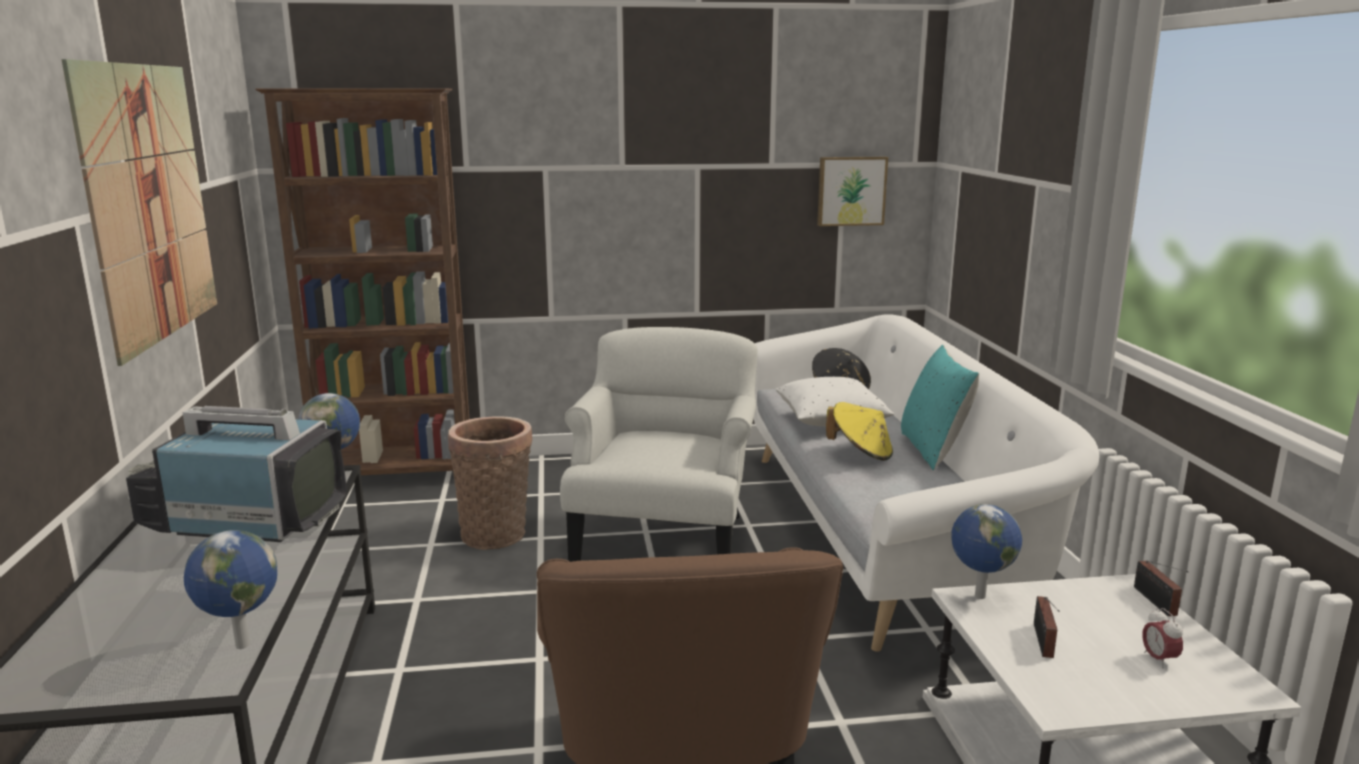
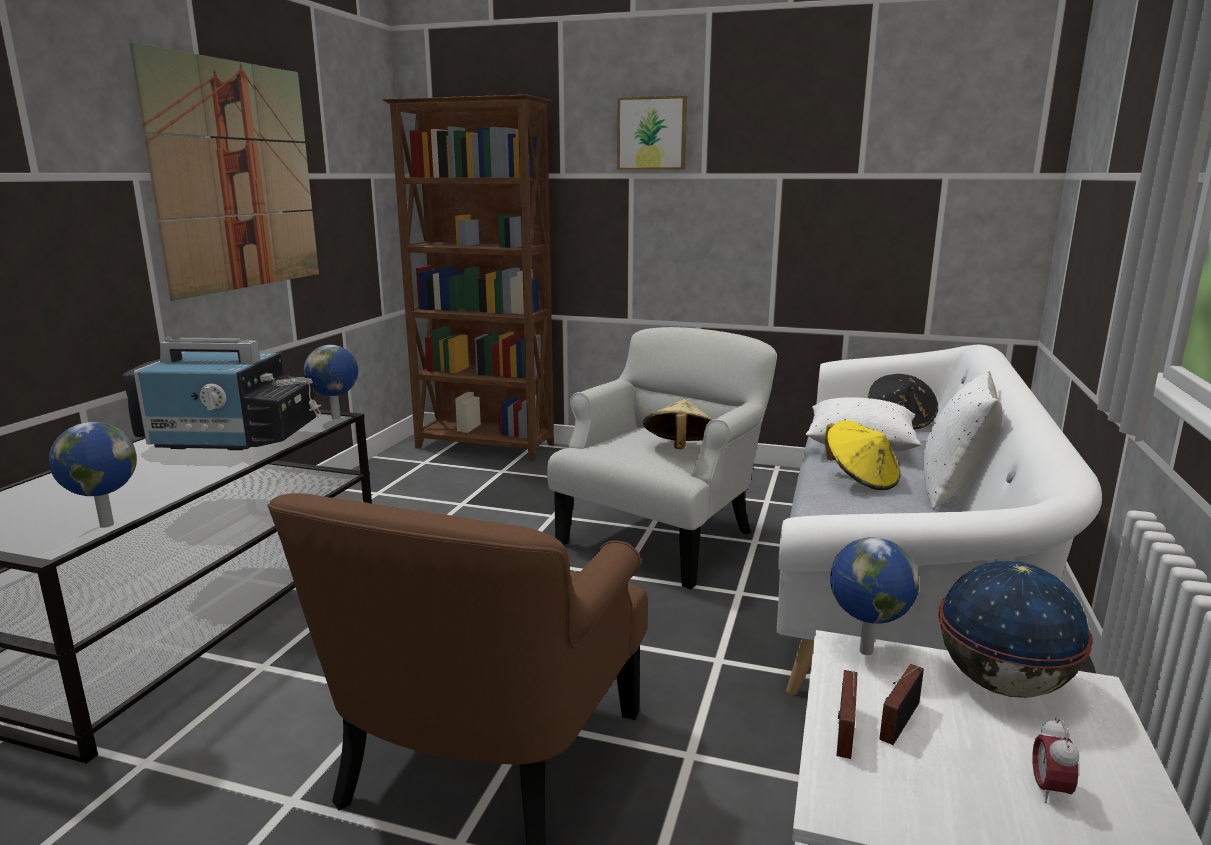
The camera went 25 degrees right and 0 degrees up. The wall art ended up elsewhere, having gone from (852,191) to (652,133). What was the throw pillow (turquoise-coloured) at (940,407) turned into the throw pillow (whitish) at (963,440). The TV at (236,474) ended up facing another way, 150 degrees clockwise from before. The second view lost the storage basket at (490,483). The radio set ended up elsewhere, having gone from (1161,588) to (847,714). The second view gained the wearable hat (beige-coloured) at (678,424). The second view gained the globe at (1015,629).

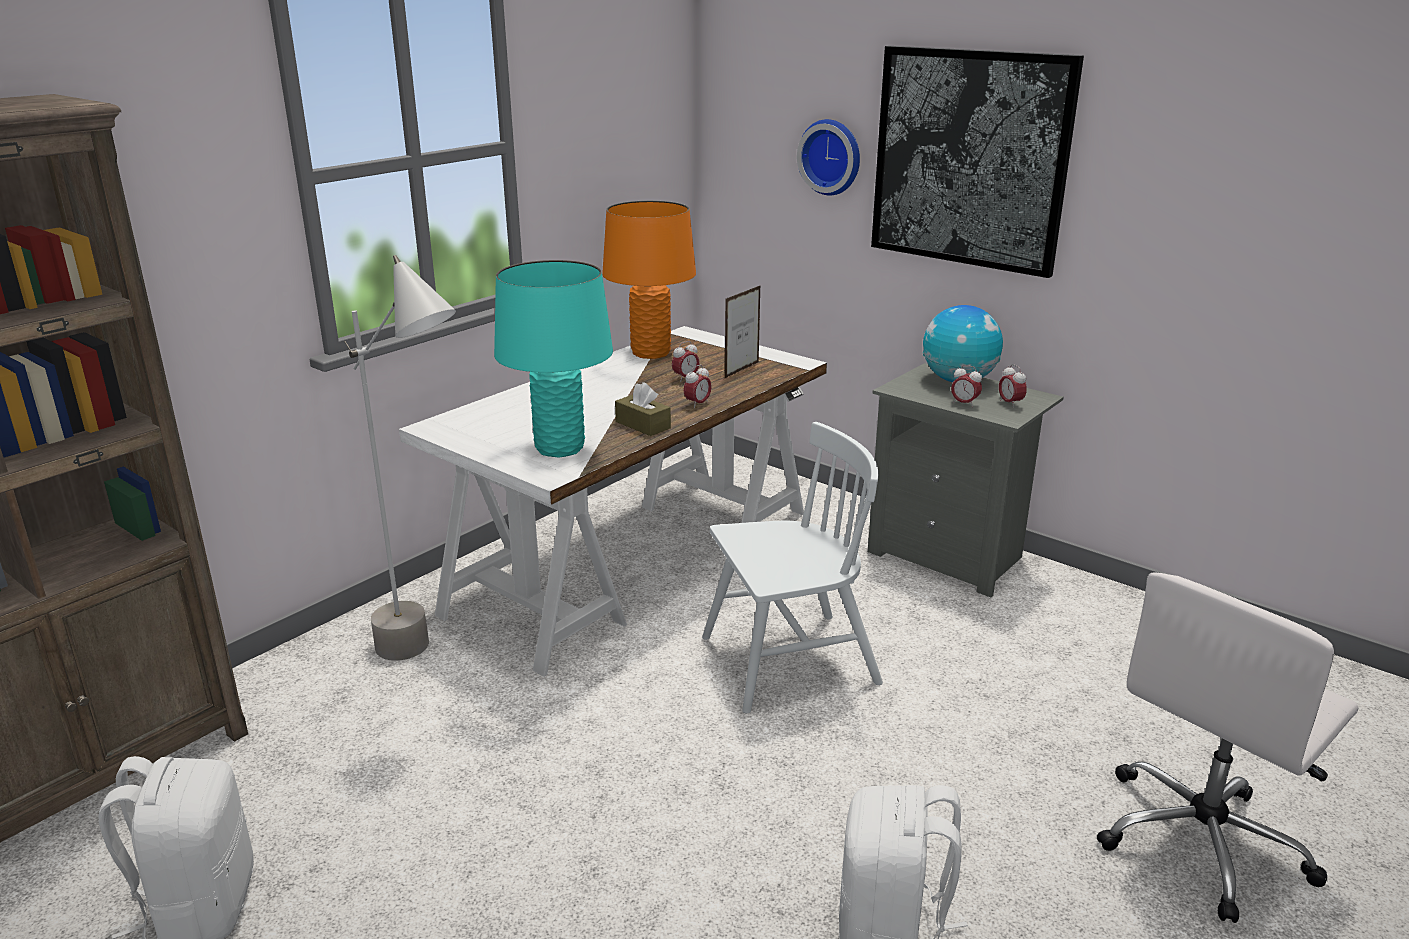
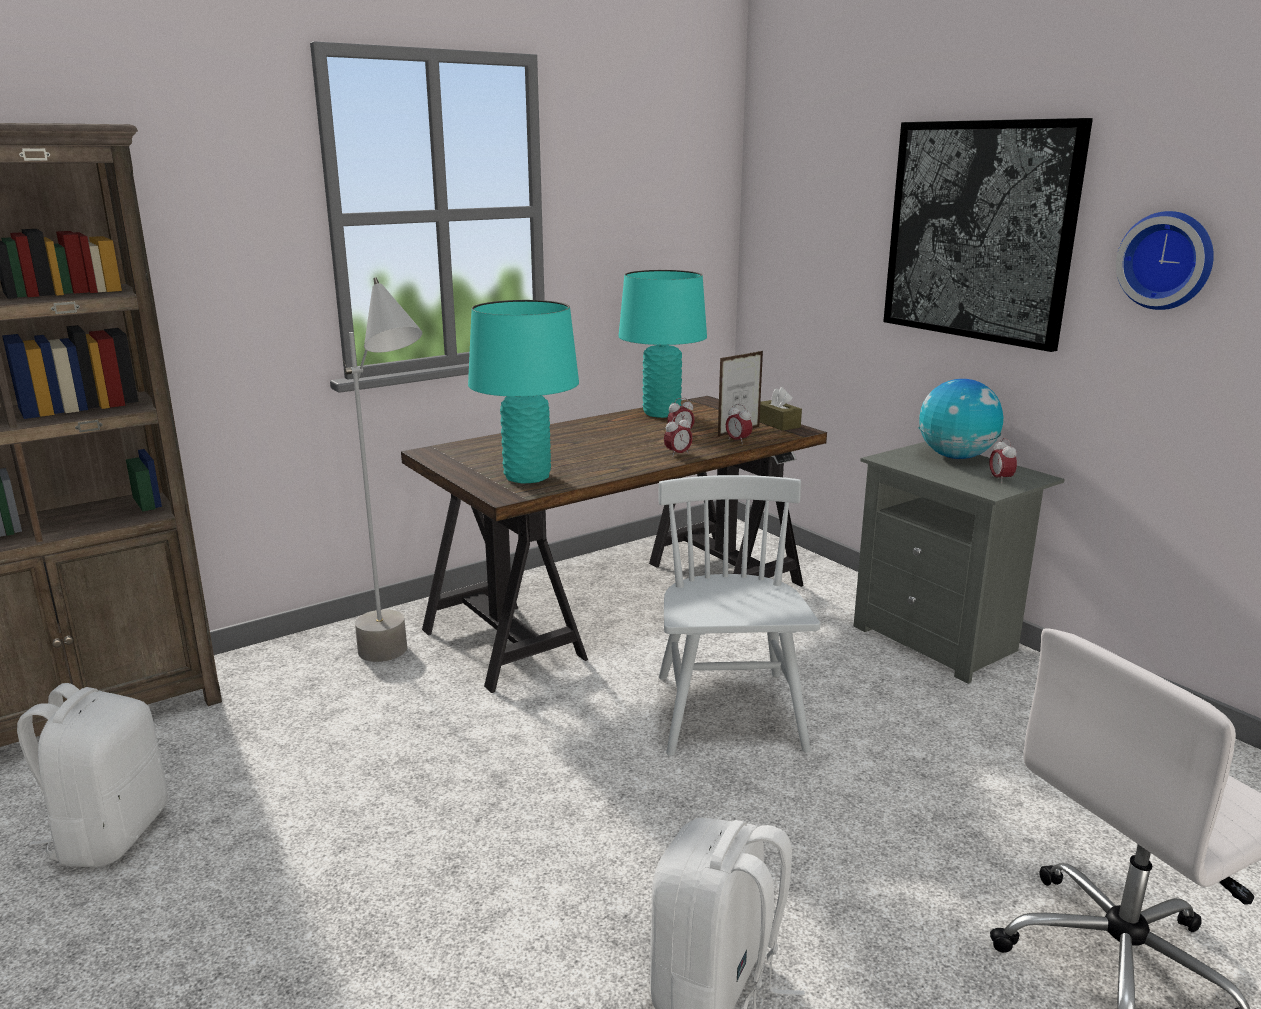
The camera went 15 degrees right and 5 degrees down. The hanging clock ended up elsewhere, having gone from (828,157) to (1165,260). What was the table lamp (orange) at (649,280) turned into the table lamp (turquoise-coloured) at (663,344). What was the desk (whitish) at (613,501) turned into the desk (brownish) at (614,544). The table clock ended up elsewhere, having gone from (966,386) to (739,424). The tissue holder (brownish) ended up elsewhere, having gone from (643,409) to (780,409). The upright chair (whitish) at (792,567) ended up facing another way, 90 degrees counterclockwise from before.

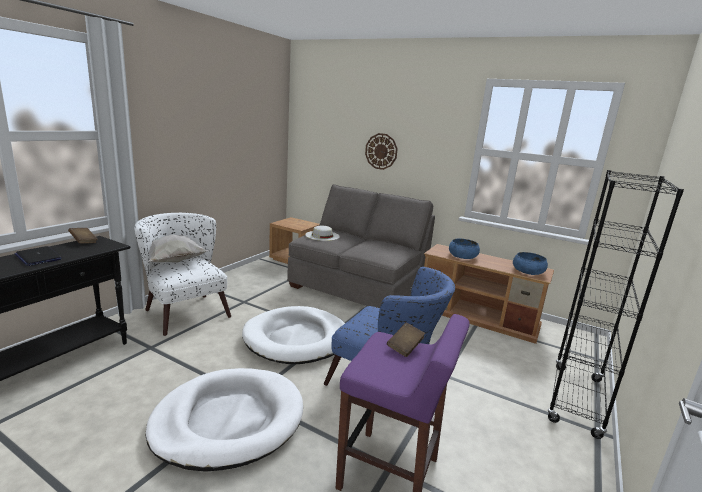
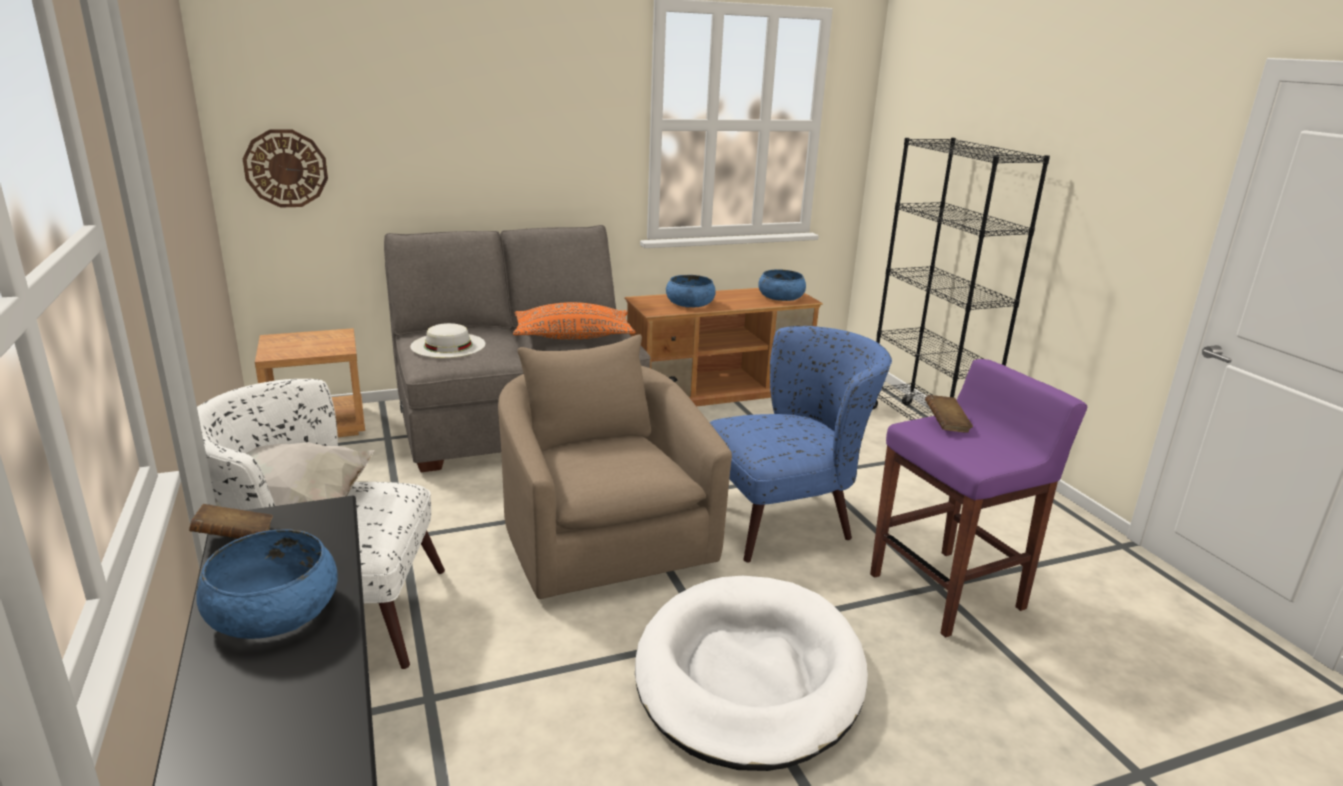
The camera went 50 degrees left and 5 degrees up. The hanging clock ended up elsewhere, having gone from (381,151) to (285,168). Where the laptop stood at (38,256), the serving bowl (blue-coloured) came to stand at (267,584). Where the pet bed (whitish) stood at (293,335), the easy chair (beige-coloured) came to stand at (615,466). The second view gained the throw pillow (orange) at (574,320).

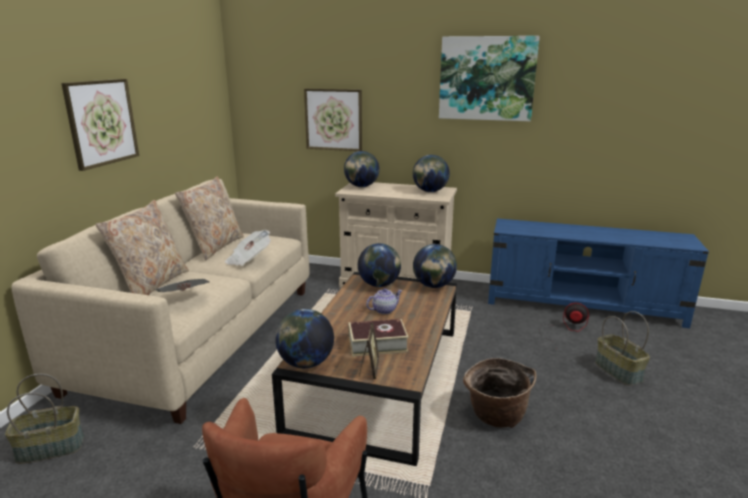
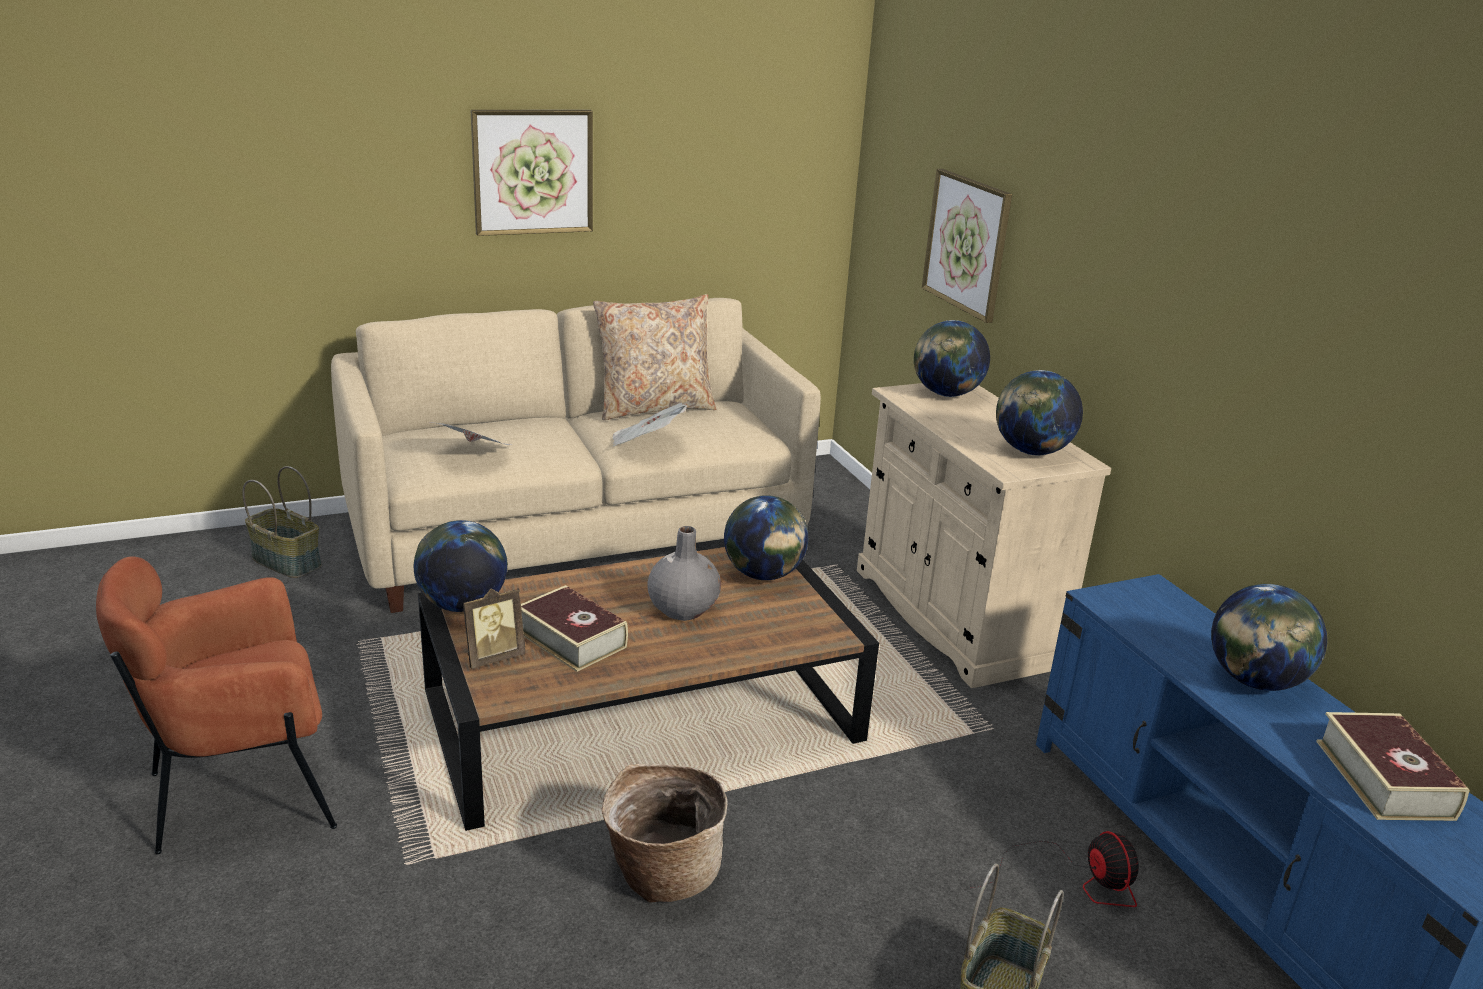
The camera went 50 degrees right and 5 degrees up. The second view lost the wall art at (489,78). The second view lost the throw pillow (beige-coloured) at (142,247). The globe ended up elsewhere, having gone from (435,266) to (1269,637). Where the tea pot stood at (384,301), the flower vase (gray) came to stand at (684,573). The second view gained the bound book at (1392,766).

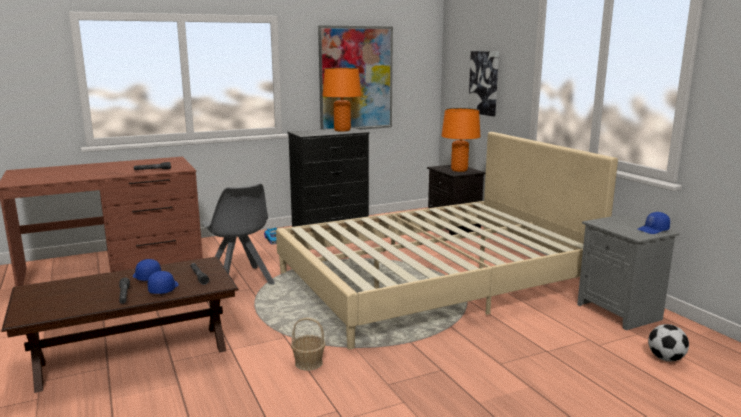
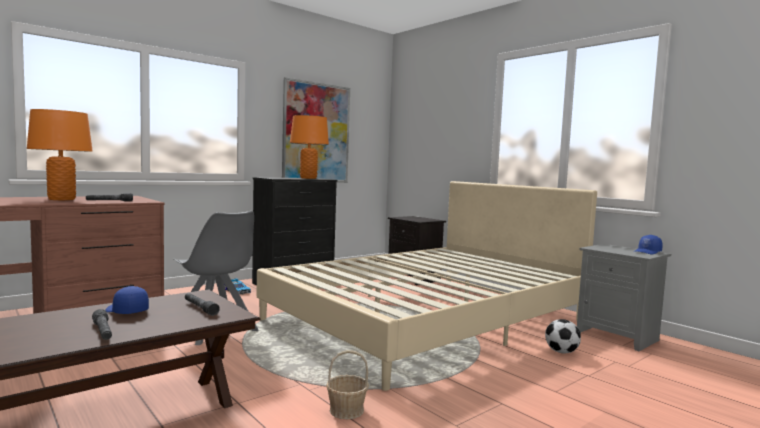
The camera went 15 degrees left and 10 degrees down. The second view lost the wall art at (483,83). The table lamp (orange) ended up elsewhere, having gone from (461,140) to (60,154). The second view lost the baseball cap (blue-coloured) at (163,282). The football ball ended up elsewhere, having gone from (668,342) to (563,336).

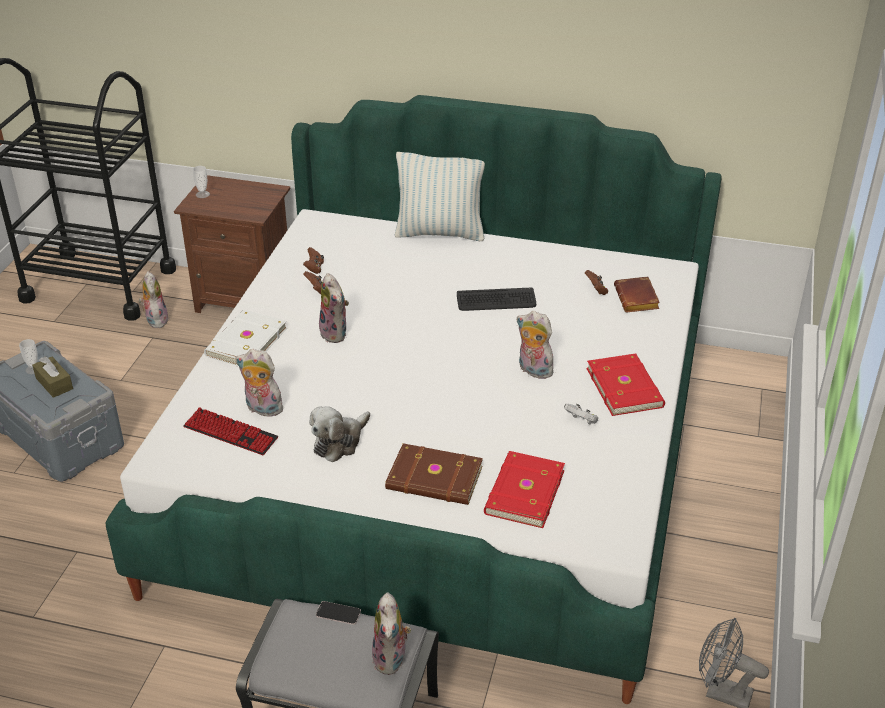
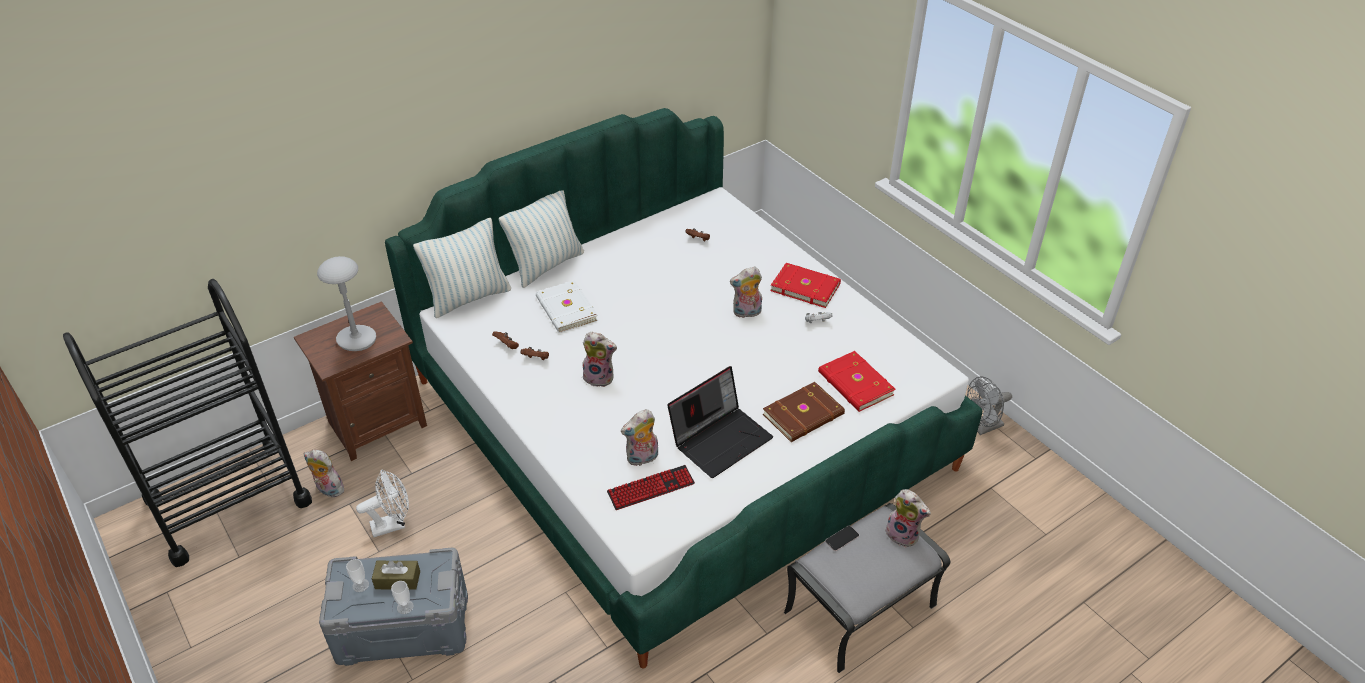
The camera went 50 degrees left and 5 degrees up. The small cup ended up elsewhere, having gone from (201,182) to (402,597). The second view lost the bound book (brownish) at (637,294). The second view lost the keyboard at (496,299). The bound book (whitish) ended up elsewhere, having gone from (245,337) to (567,306). Where the plush toy stood at (339,434), the laptop came to stand at (720,422). The second view gained the throw pillow at (462,268). The second view gained the table lamp (gray) at (346,303). The second view gained the electric fan (whitish) at (382,503).

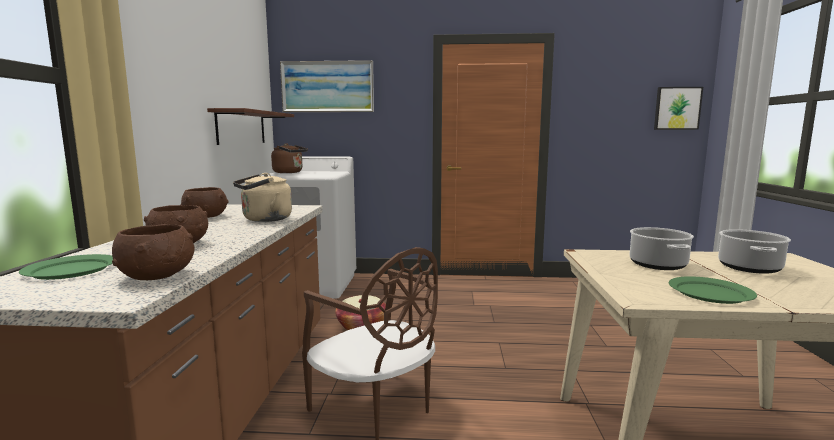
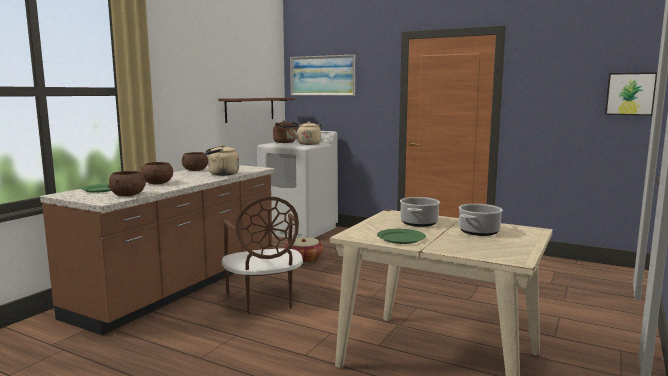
The camera went 25 degrees right and 0 degrees up. The second view gained the tea kettle (beige-coloured) at (307,133).

